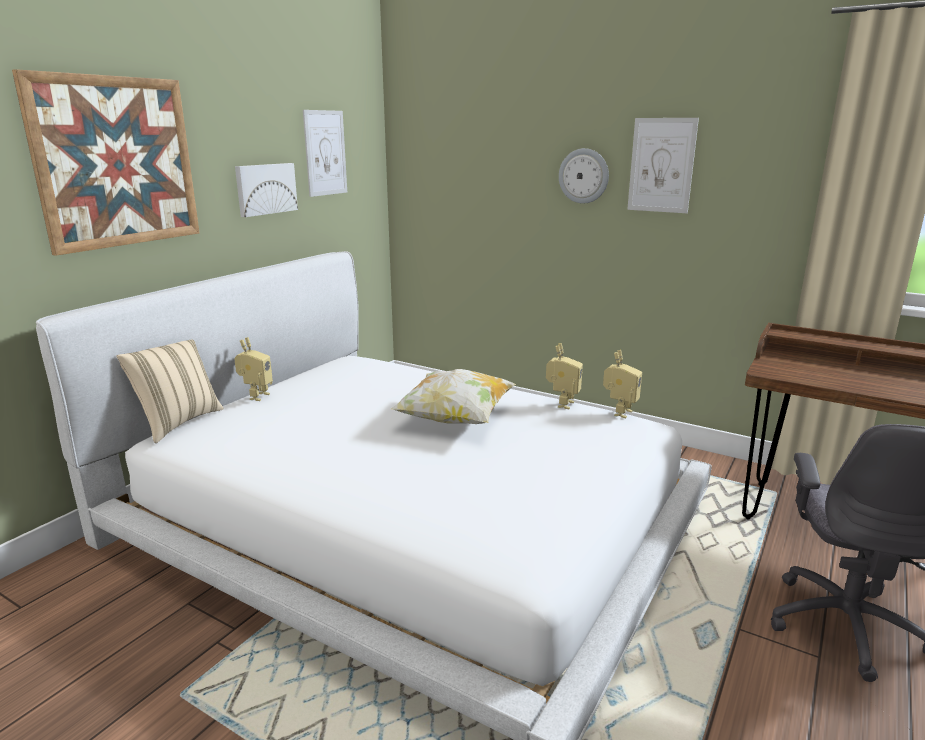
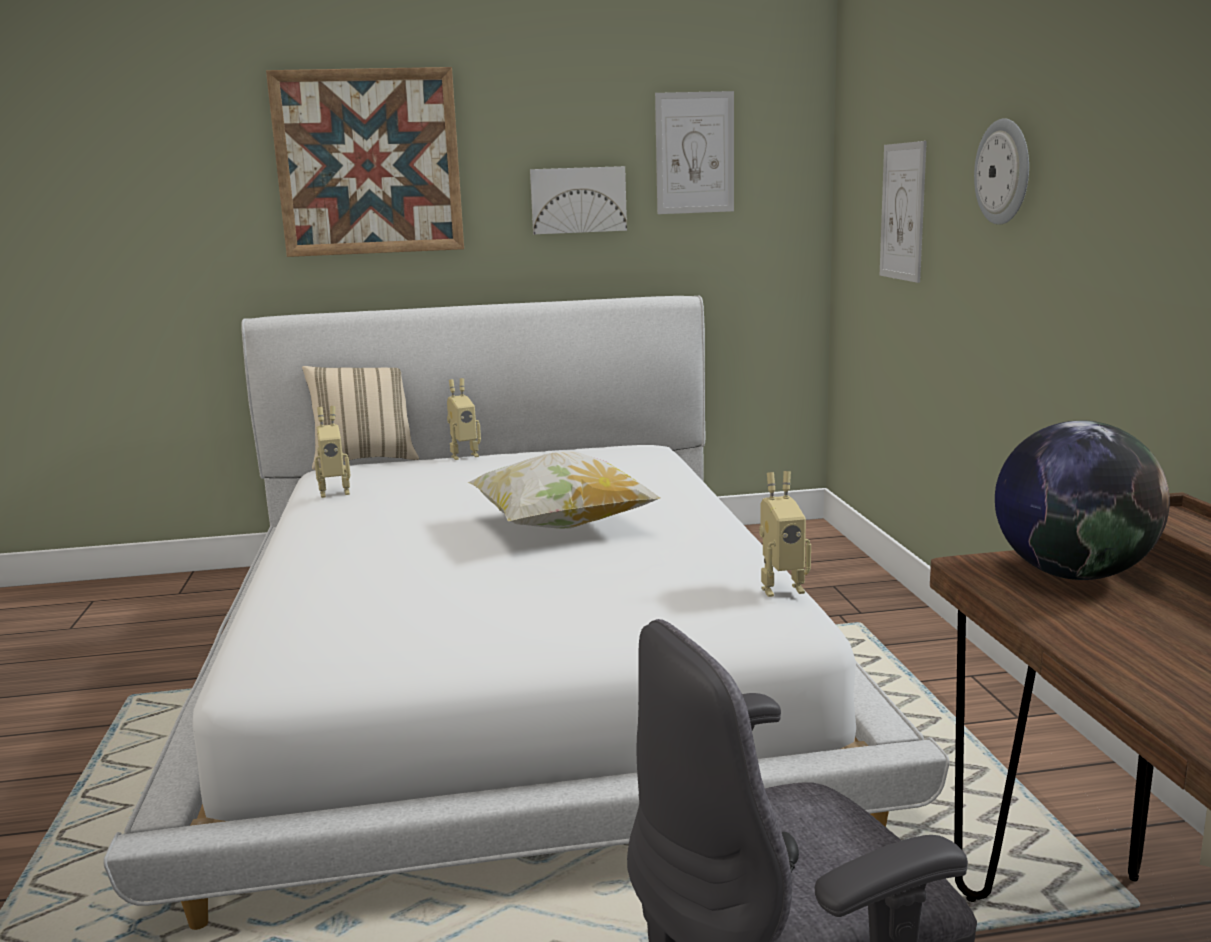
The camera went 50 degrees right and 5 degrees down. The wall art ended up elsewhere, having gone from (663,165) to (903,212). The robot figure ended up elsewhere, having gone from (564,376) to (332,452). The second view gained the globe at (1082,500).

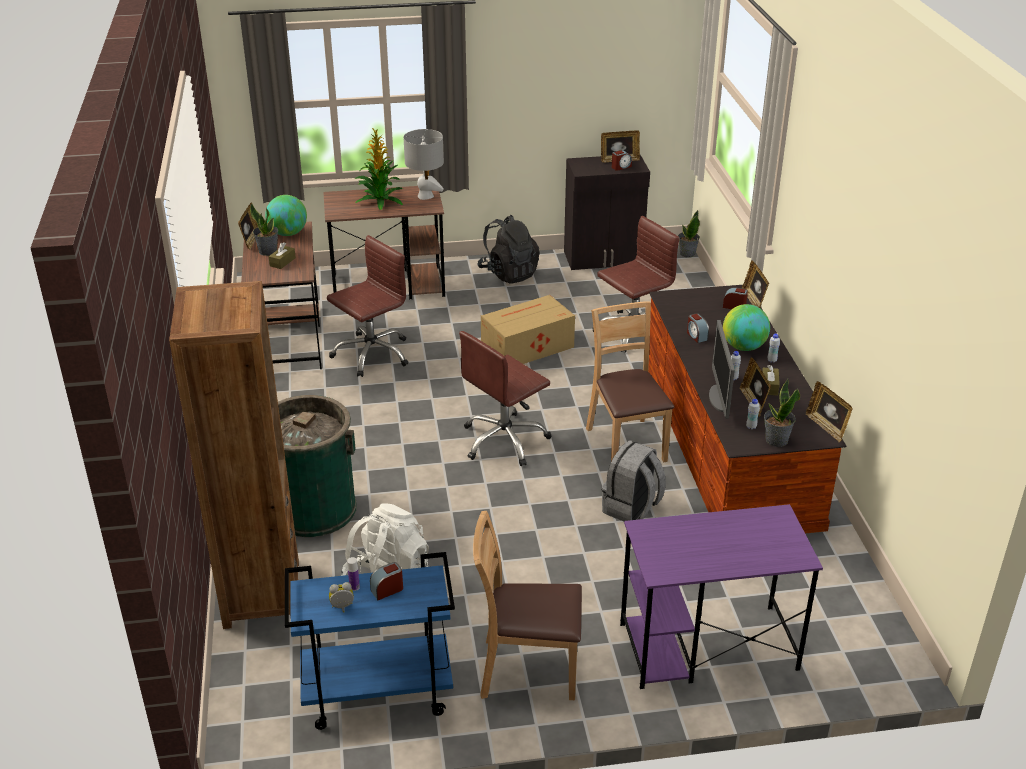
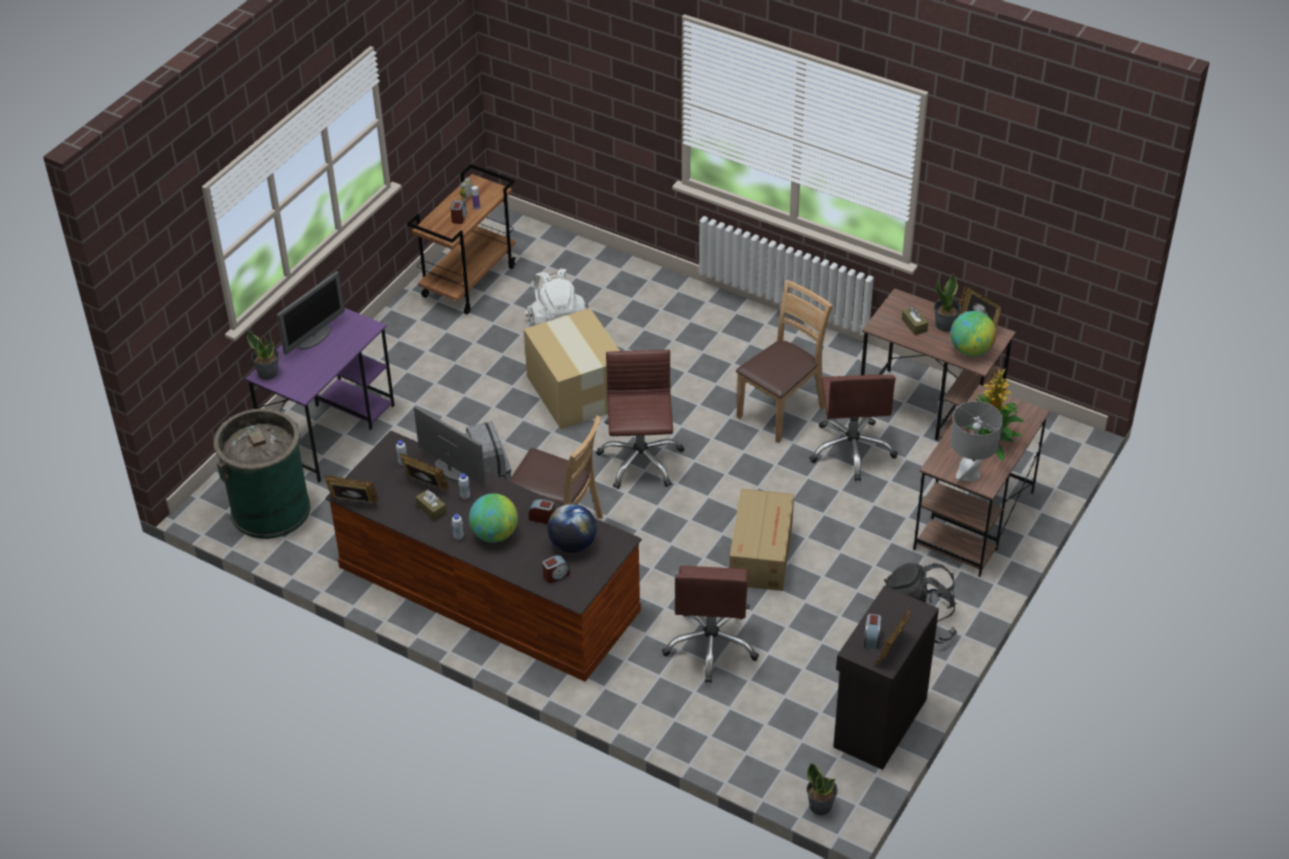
The camera went 130 degrees right and 10 degrees up. The second view lost the photo frame at (755,284). The second view lost the bookshelf (brownish) at (234,455). The potted plant ended up elsewhere, having gone from (782,413) to (263,355). The rubbish bin (greenish) ended up elsewhere, having gone from (317,466) to (262,473). The upright chair (brownish) ended up elsewhere, having gone from (527,605) to (784,361). What was the cart (blue-coloured) at (370,641) turned into the cart (brownish) at (461,239). The second view gained the computer screen at (311,313). The second view gained the cardboard box at (572,368). The second view gained the globe at (572,528).

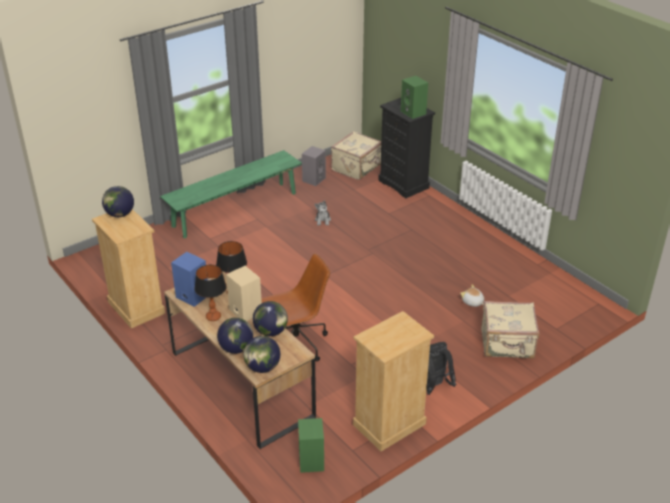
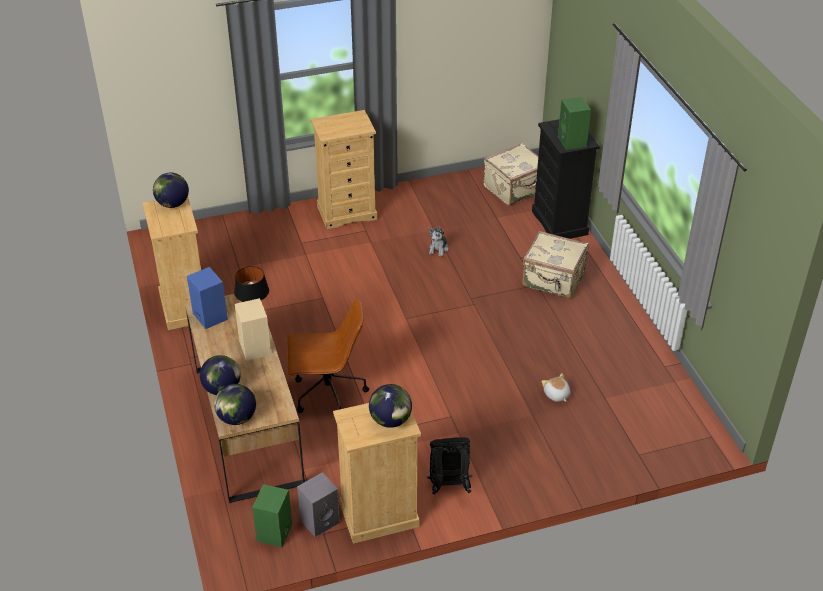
The camera went 20 degrees right and 5 degrees up. The speaker (gray) ended up elsewhere, having gone from (314,166) to (318,505). Where the indoor bench (greenish) stood at (231,194), the dresser (beige-coloured) came to stand at (344,169). The second view lost the table lamp at (210,293). The globe ended up elsewhere, having gone from (270,318) to (390,406). The suitcase (beige-coloured) ended up elsewhere, having gone from (510,330) to (555,265).

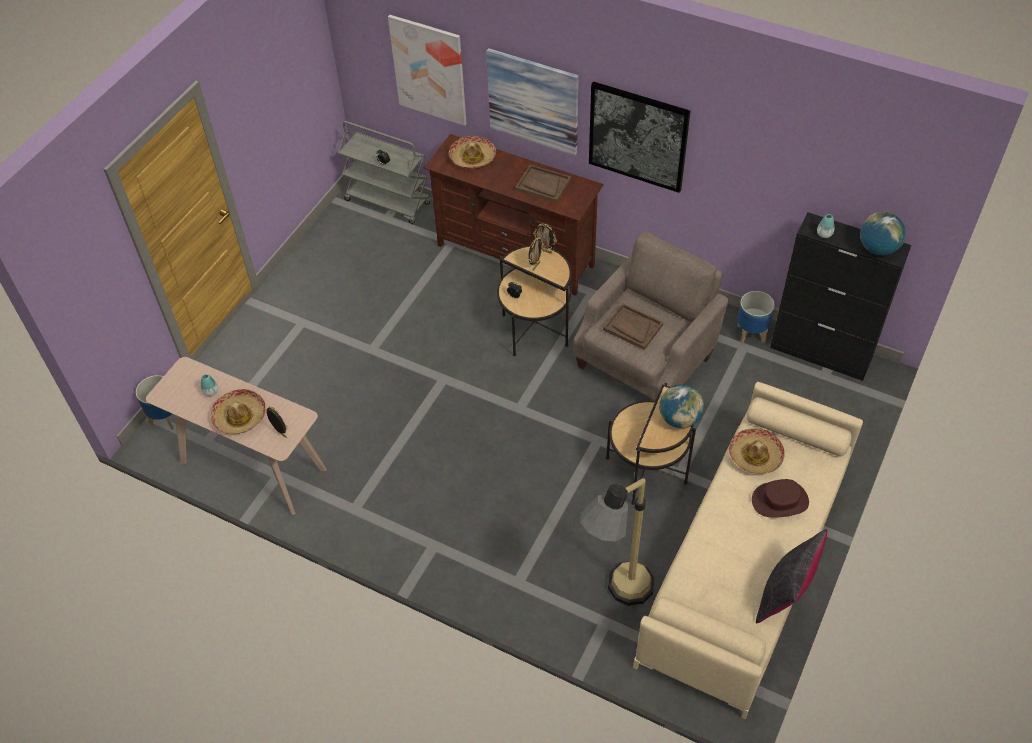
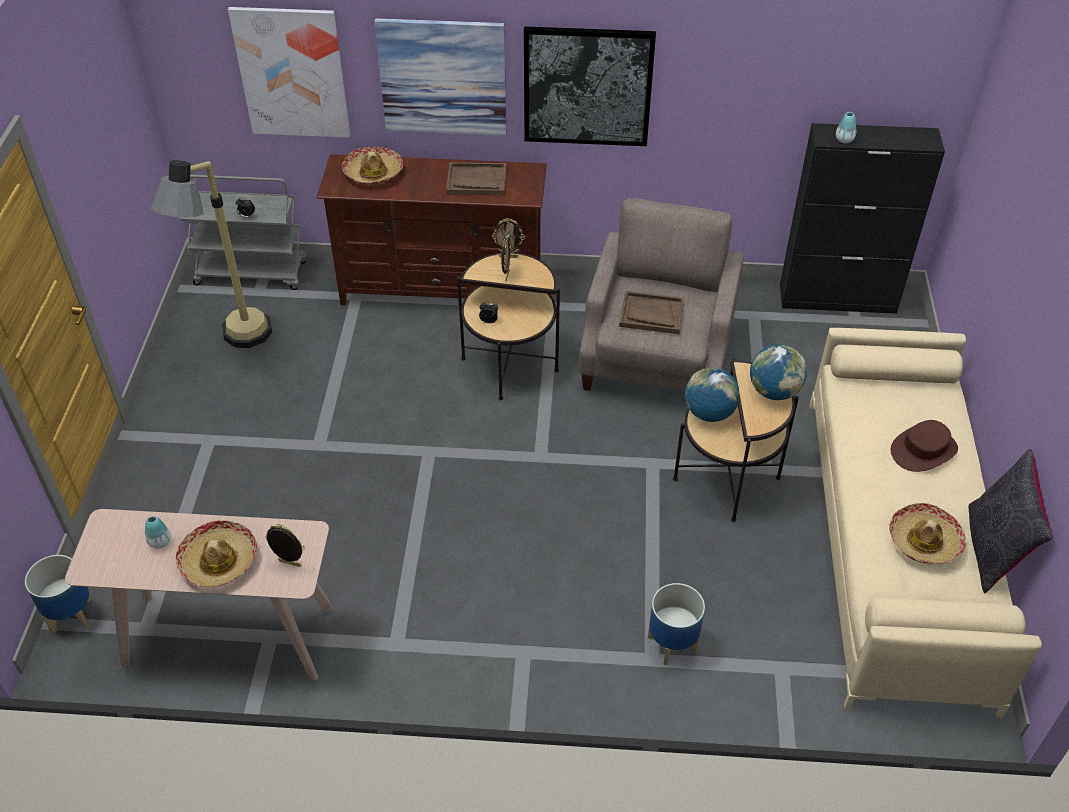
The camera went 25 degrees left and 5 degrees down. The globe ended up elsewhere, having gone from (883,234) to (712,394). The flower pot ended up elsewhere, having gone from (756,317) to (676,624). The wearable hat ended up elsewhere, having gone from (757,451) to (927,533). The standard lamp ended up elsewhere, having gone from (617,542) to (211,254).

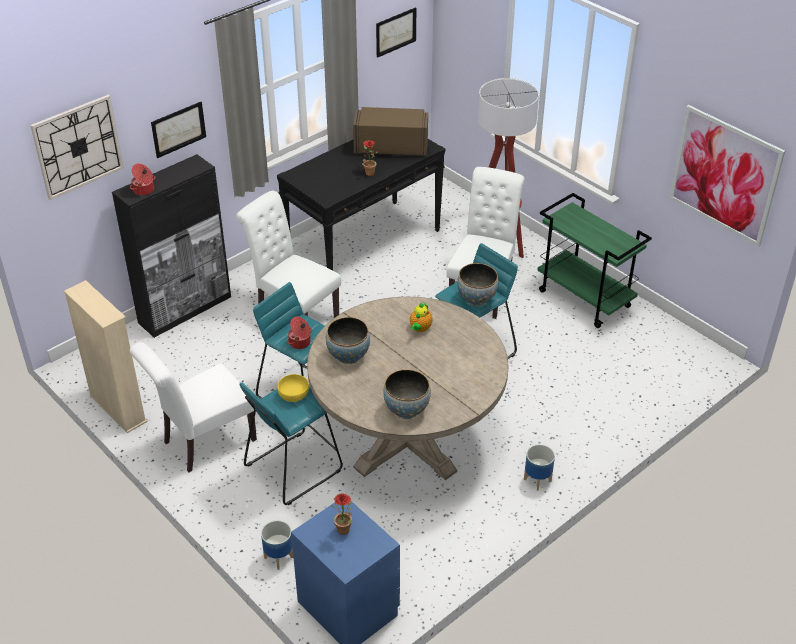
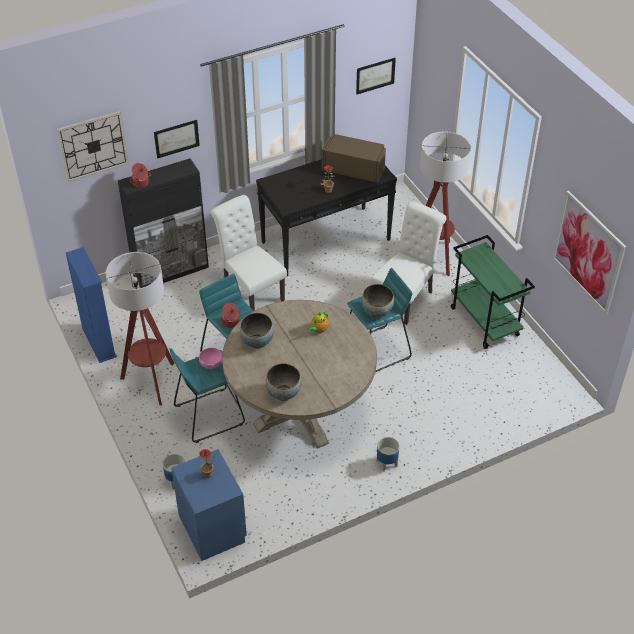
The camera went 15 degrees right and 5 degrees up. What was the bookshelf (beige-coloured) at (106,356) turned into the bookshelf (blue-coloured) at (91,305). Where the upright chair (whitish) stood at (193,407), the standard lamp came to stand at (140,328). What was the serving bowl (yellow-coloured) at (293,388) turned into the serving bowl (pink) at (210,358).

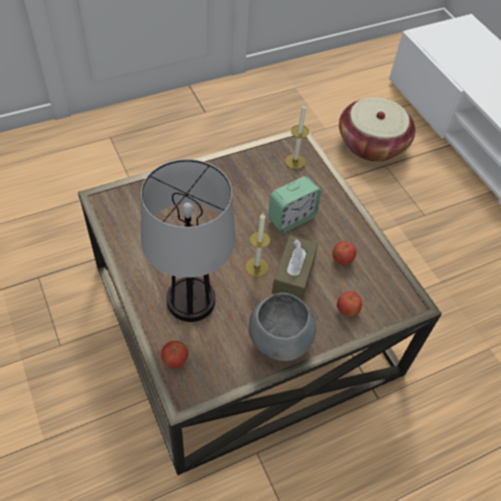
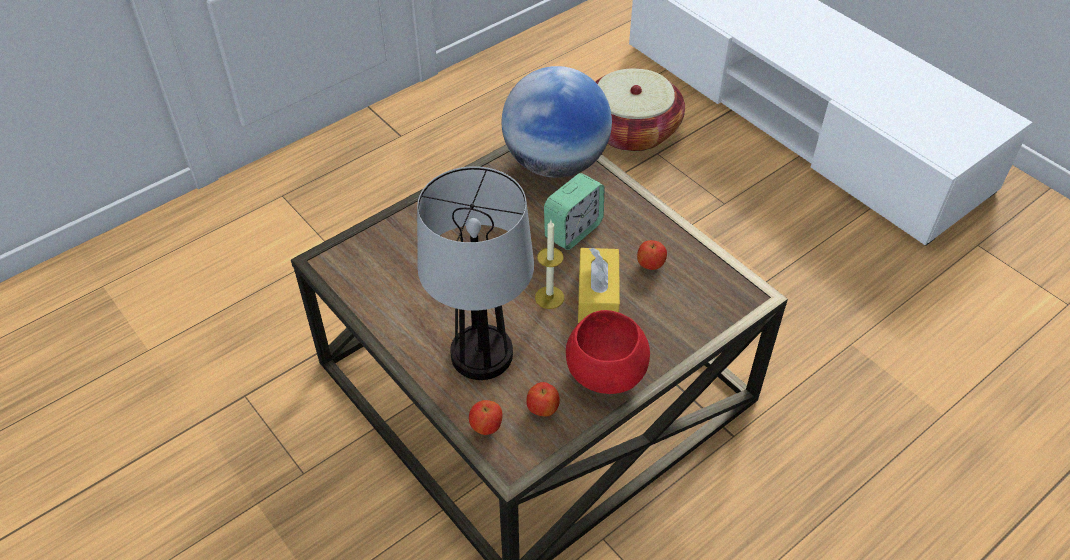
The camera went 10 degrees left and 5 degrees down. Where the candle stood at (297,136), the globe came to stand at (557,122). What was the tissue holder (brownish) at (295,268) turned into the tissue holder (yellow-coloured) at (599,285). The apple ended up elsewhere, having gone from (349,304) to (543,399). What was the serving bowl (gray) at (282,327) turned into the serving bowl (red) at (608,352).

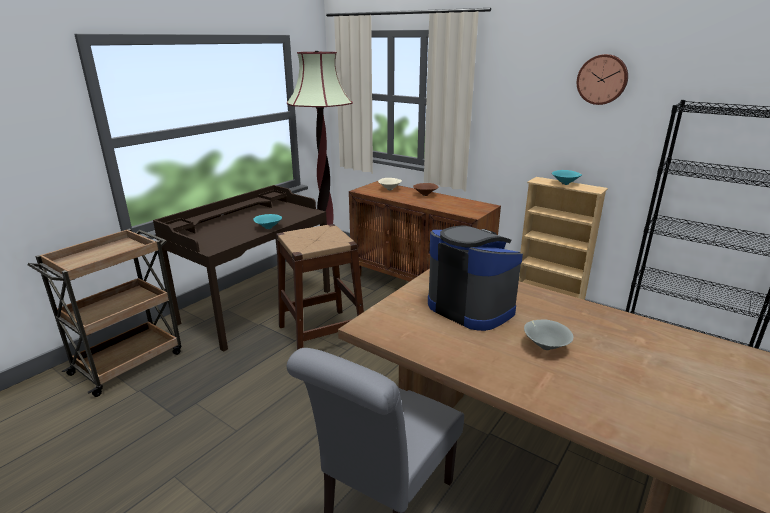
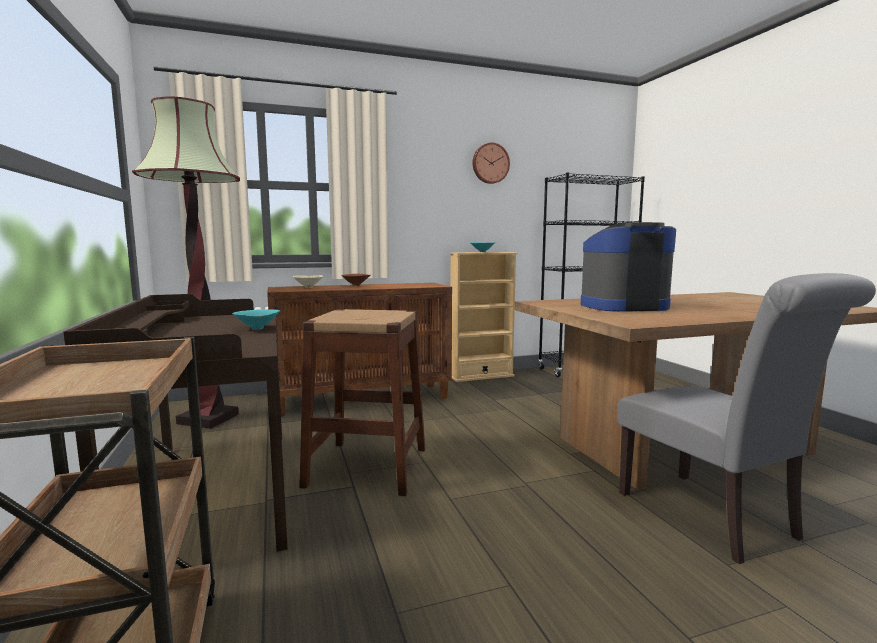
The camera went 55 degrees left and 15 degrees down. The second view lost the serving bowl (gray) at (548,335).

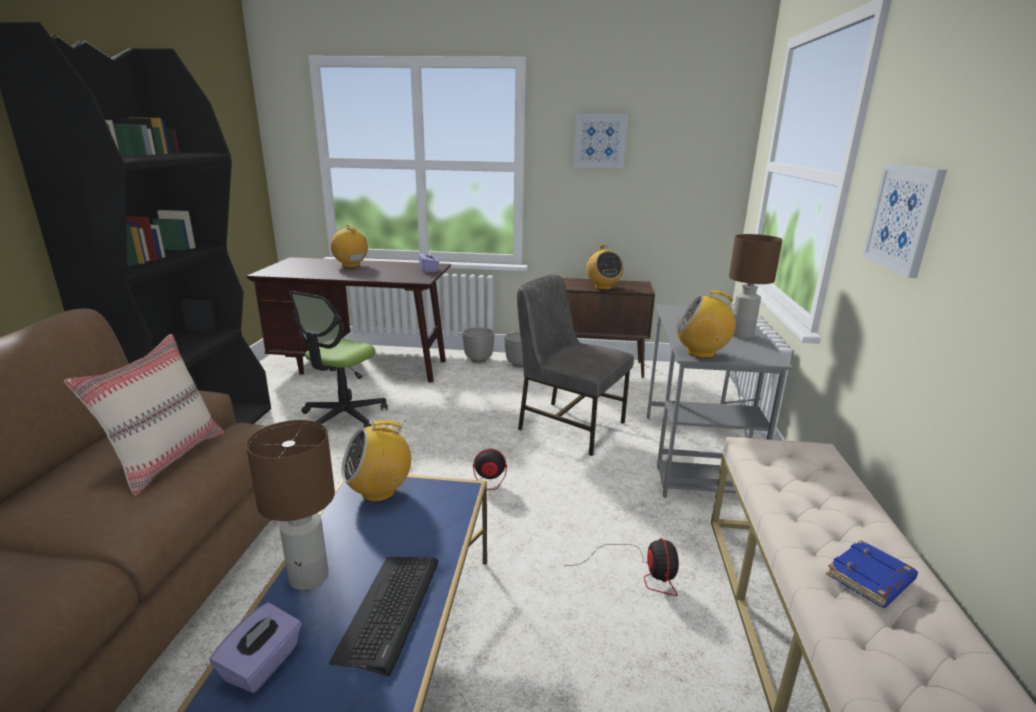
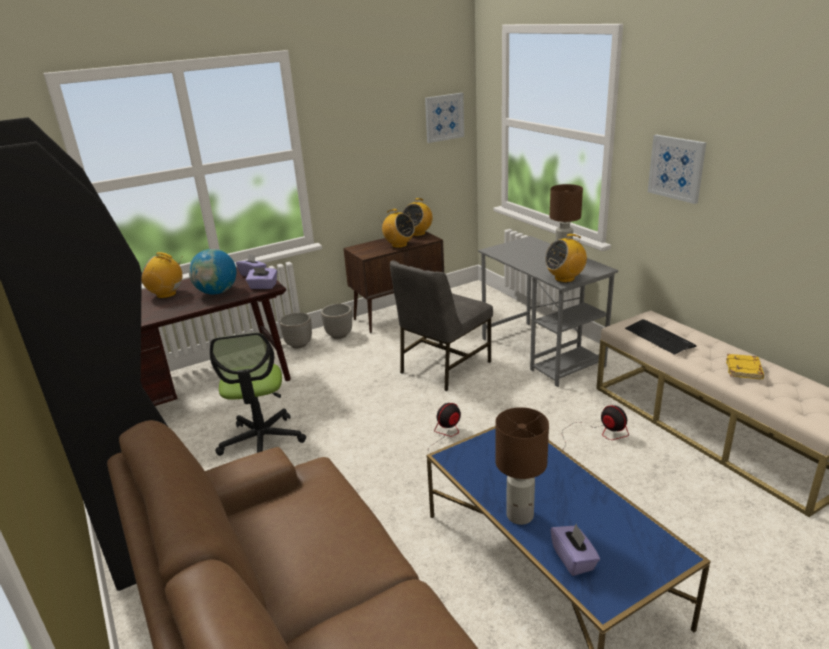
The camera went 35 degrees left and 5 degrees up. The wall art ended up elsewhere, having gone from (601,140) to (444,118). The upright chair (gray) at (575,365) ended up facing another way, 45 degrees counterclockwise from before. The second view lost the throw pillow (beige-coloured) at (144,415). The radio set ended up elsewhere, having gone from (376,461) to (418,217). What was the bound book (blue-coloured) at (872,574) turned into the bound book (yellow-coloured) at (745,366). The keyboard ended up elsewhere, having gone from (383,616) to (660,337). The second view gained the globe at (212,272). The second view gained the tissue holder (purplish) at (261,278).

